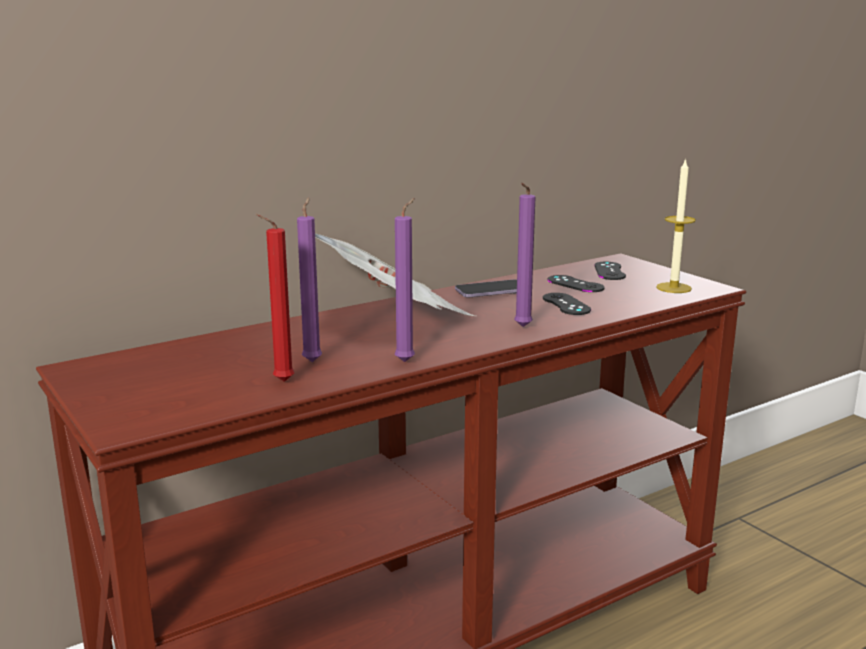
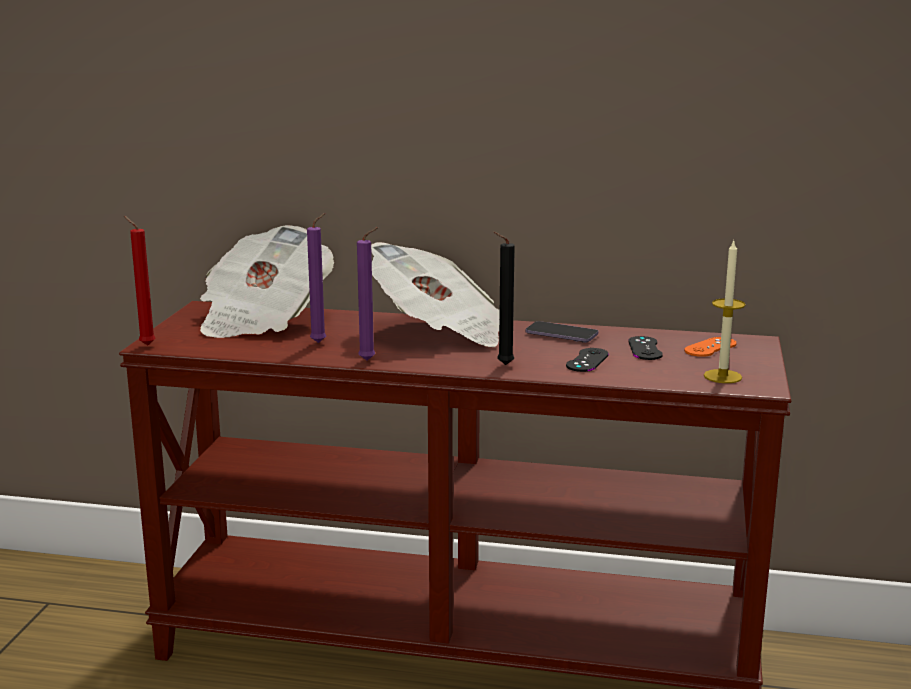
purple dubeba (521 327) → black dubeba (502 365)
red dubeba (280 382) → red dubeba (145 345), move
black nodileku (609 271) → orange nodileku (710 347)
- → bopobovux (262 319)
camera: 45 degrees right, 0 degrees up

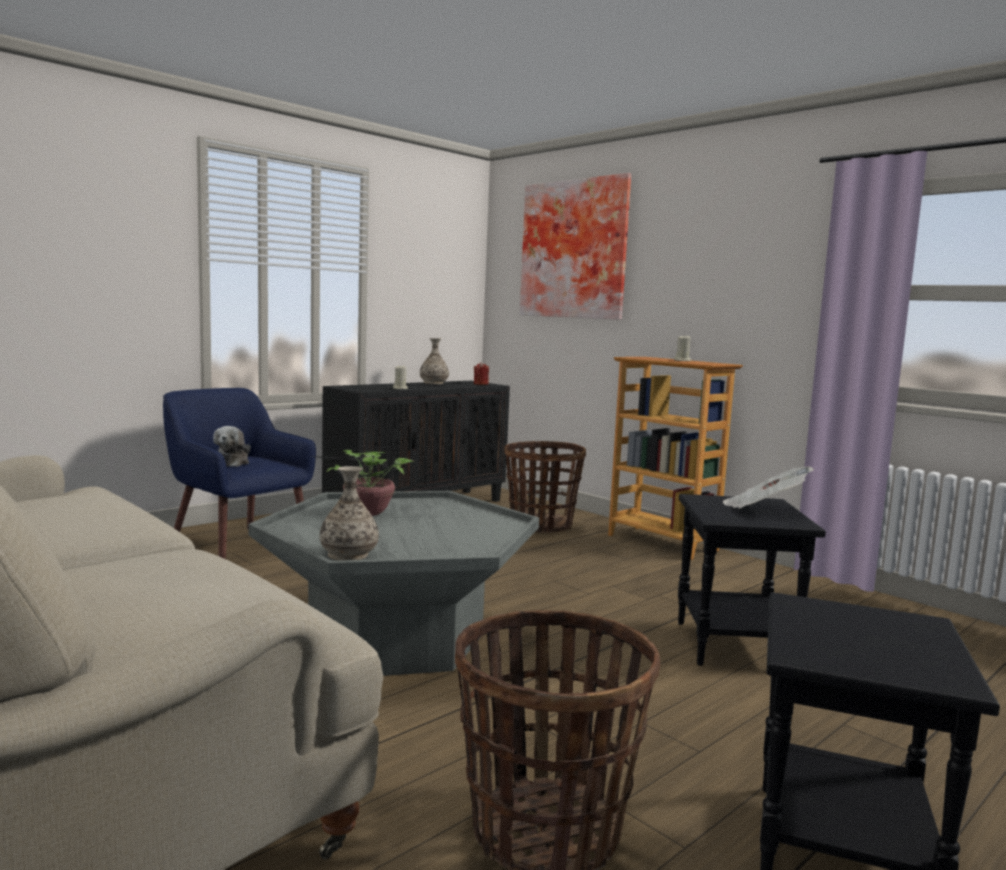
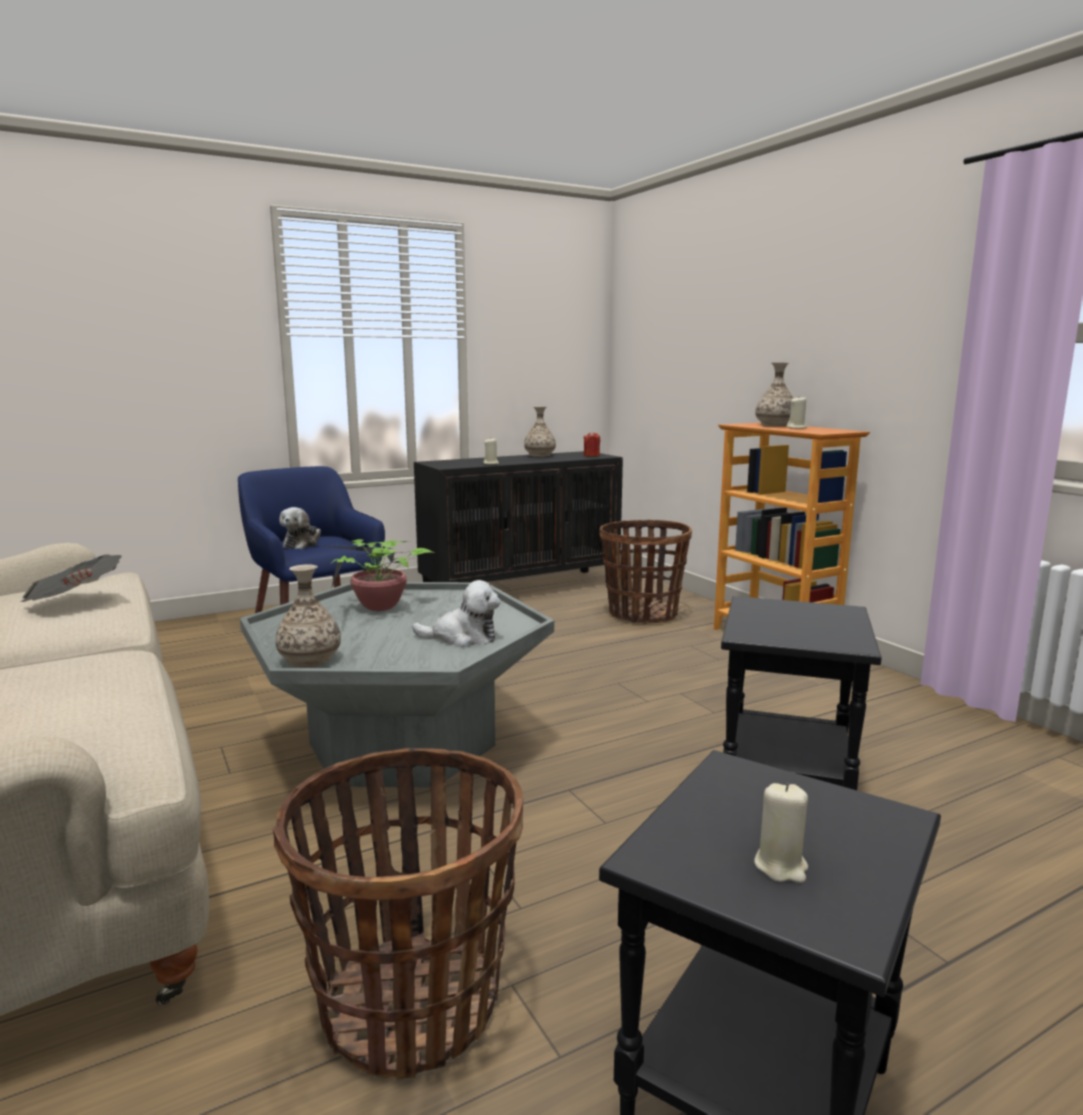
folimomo (576 250) → -
bopobovux (763 509) → bopobovux (75 602), move
- → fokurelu (775 425)
- → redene (463 638)
- → beige dubeba (781 866)
camera: 15 degrees right, 5 degrees up

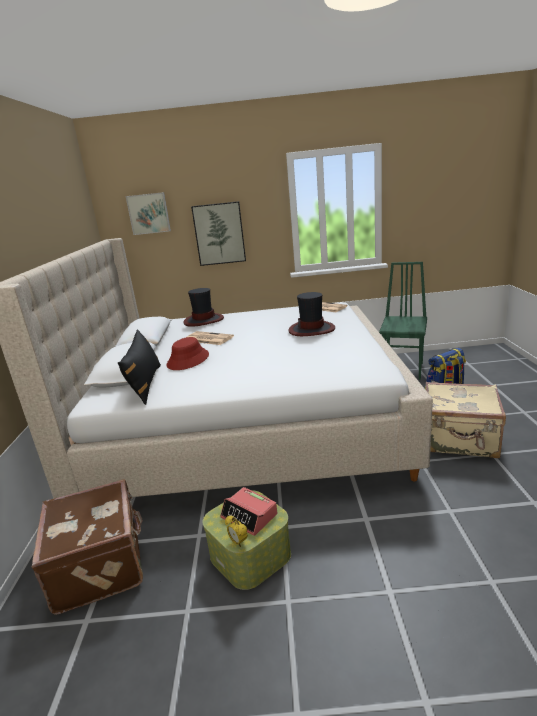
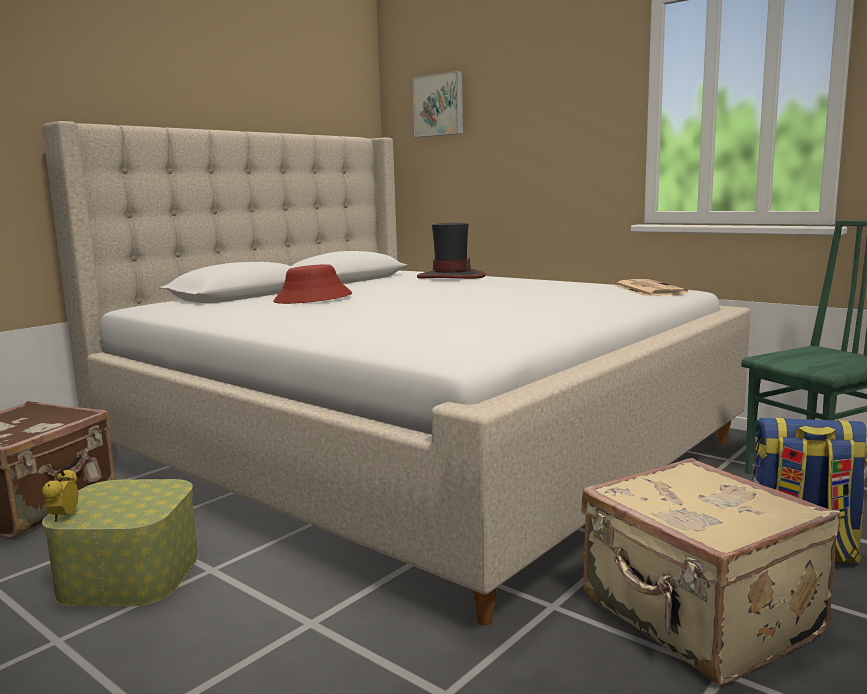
folimomo (219 234) → -
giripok (312 329) → -
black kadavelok (145 384) → -
bopobovux (208 339) → -
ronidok (249 516) → -
camera: 40 degrees right, 10 degrees down

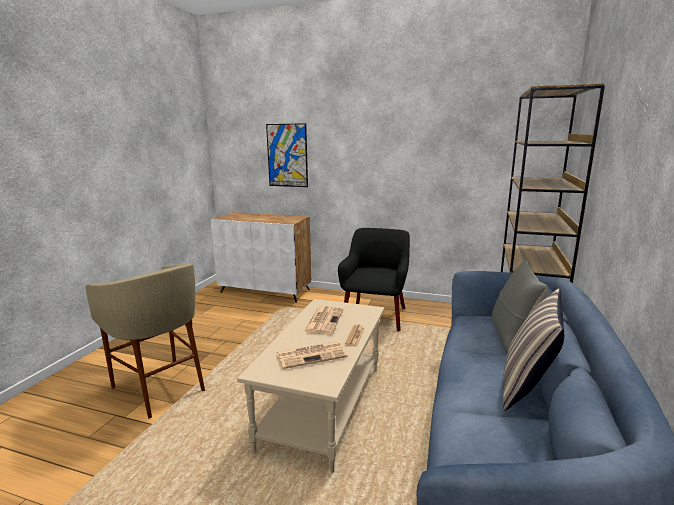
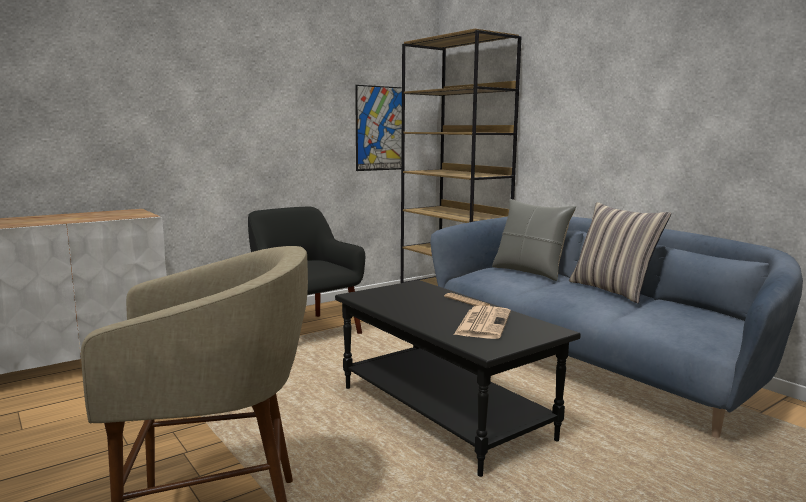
folimomo (287 155) → folimomo (379 128), move
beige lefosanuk (324 407) → black lefosanuk (445 413)
bopobovux (324 320) → -
camera: 55 degrees left, 5 degrees down

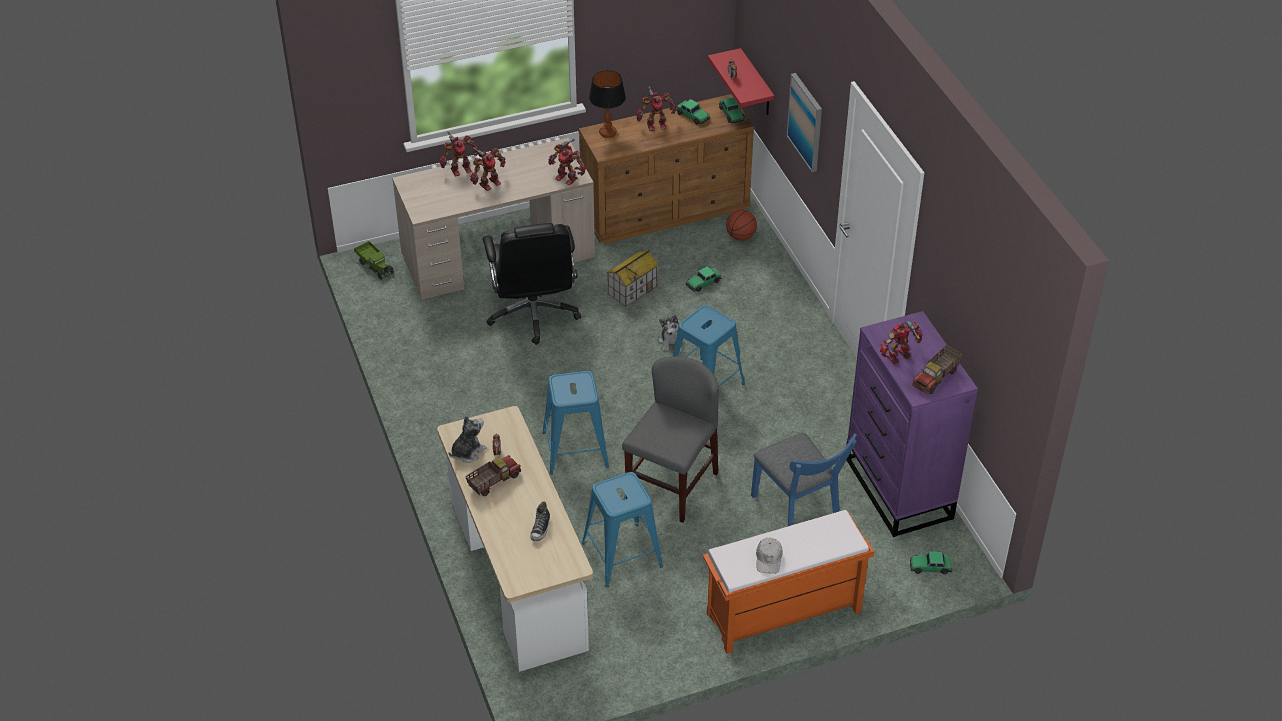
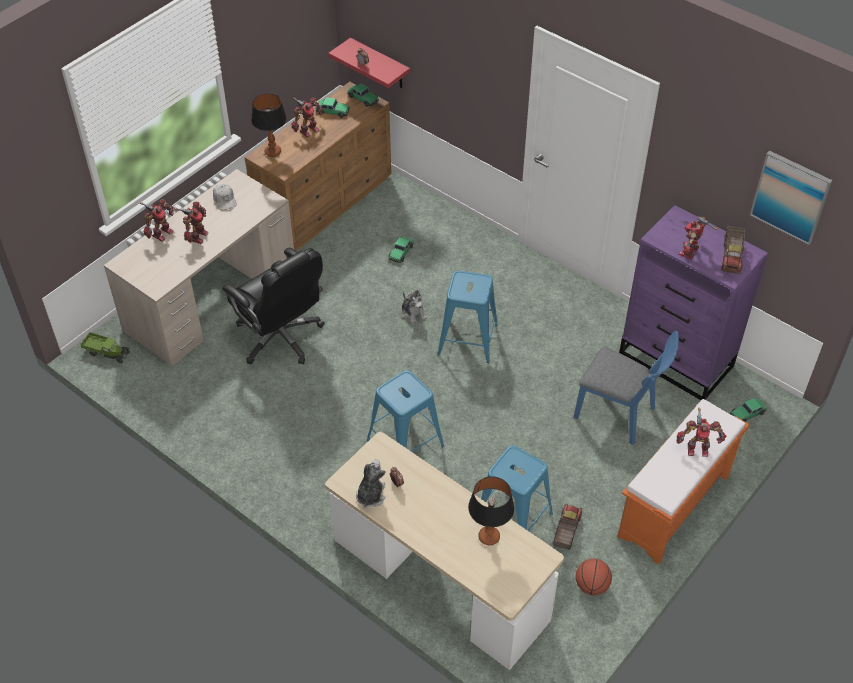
folimomo (806 122) → folimomo (790 196), move
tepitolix (567 177) → tepitolix (697 448), move
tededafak (740 236) → tededafak (591 585), move
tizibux (632 289) → -
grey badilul (672 486) → -
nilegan (493 481) → nilegan (566 532), move
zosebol (540 528) → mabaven (489 537)
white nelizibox (769 559) → white nelizibox (225 200), move
camera: 30 degrees left, 5 degrees up

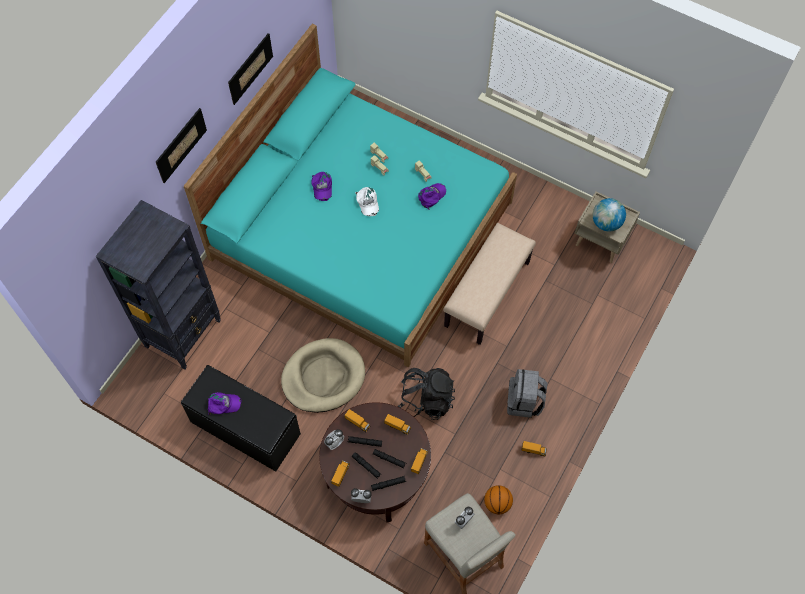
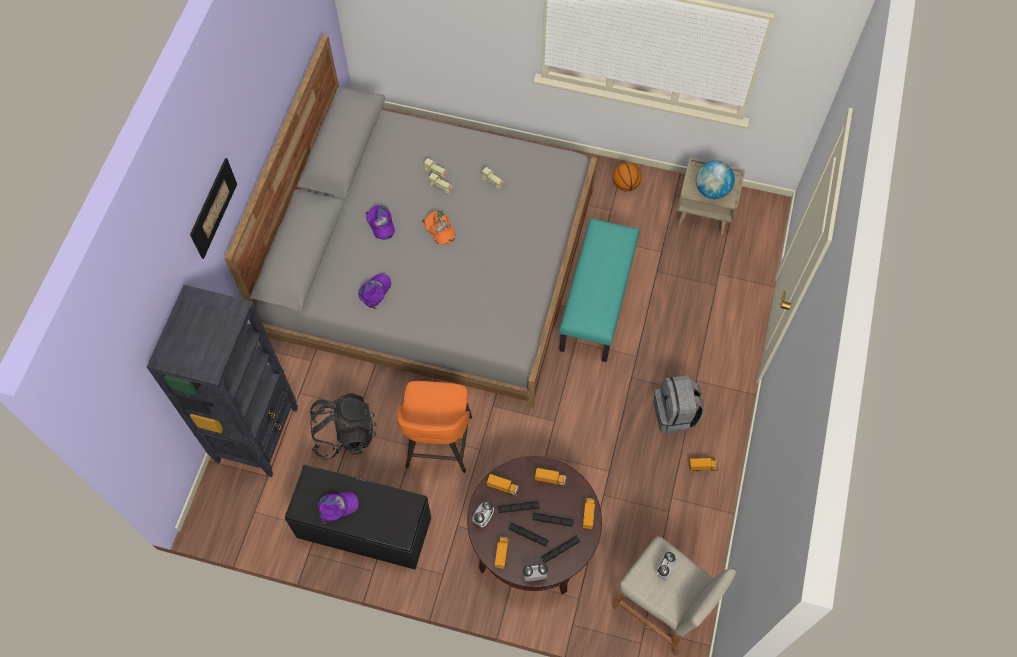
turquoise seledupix (361 229) → grey seledupix (432 263)
folimomo (250 68) → -
purple nelizibox (432 196) → purple nelizibox (375 291), move
white nelizibox (367 202) → orange nelizibox (439 229)
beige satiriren (486 293) → turquoise satiriren (596 302)
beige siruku (323 377) → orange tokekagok (438 444)
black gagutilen (426 400) → black gagutilen (344 433), move
tededafak (497 503) → tededafak (625 185), move
camera: 15 degrees left, 0 degrees up

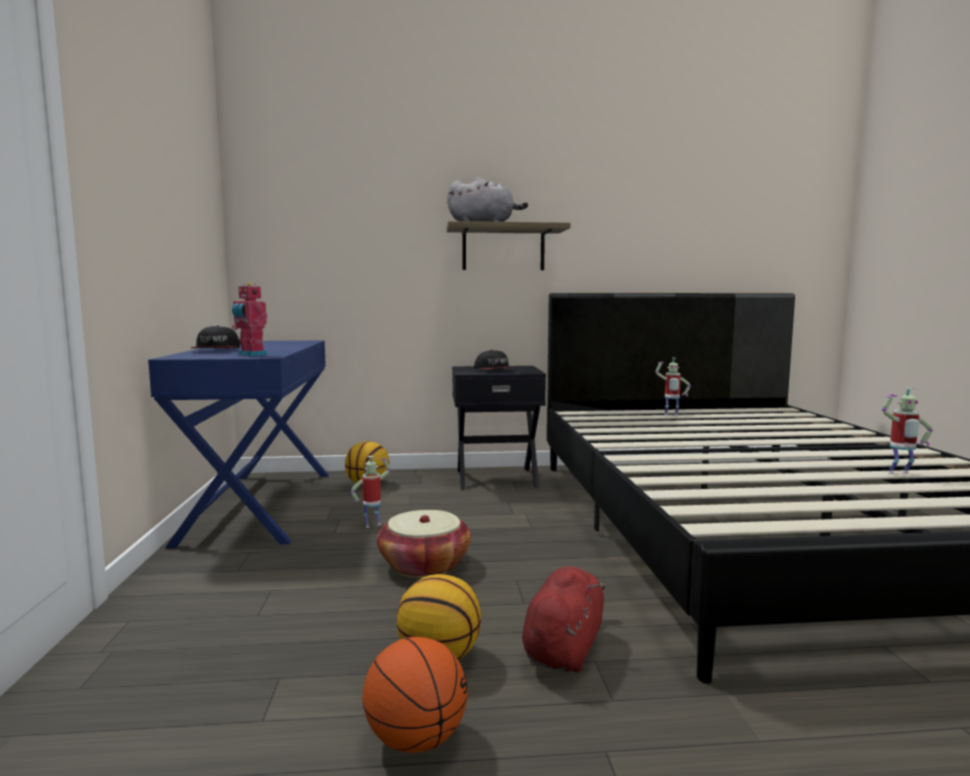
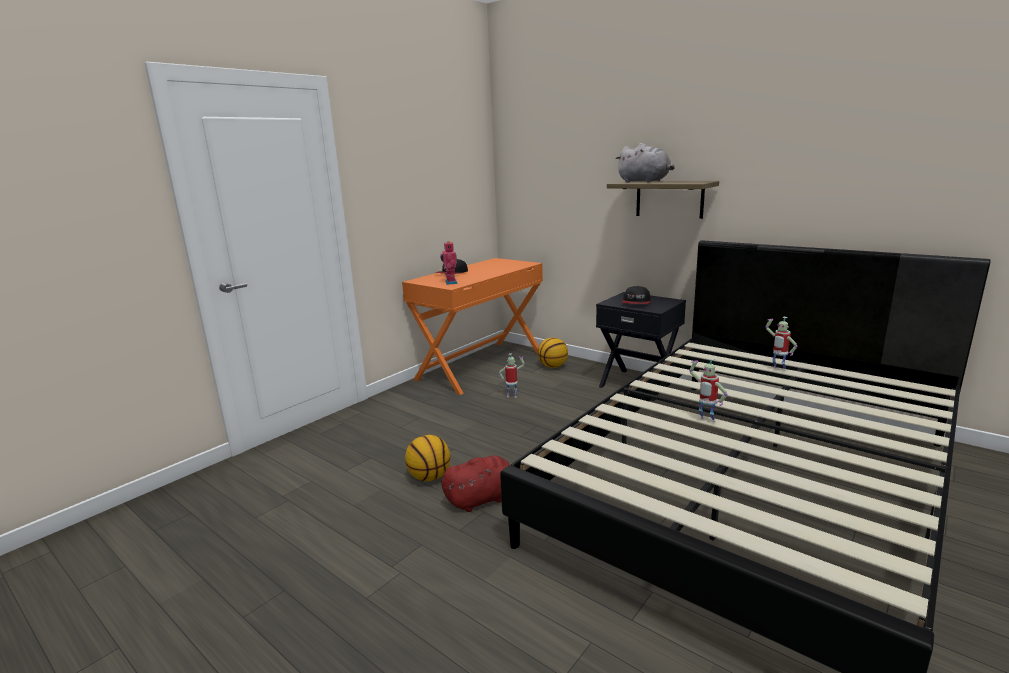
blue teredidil (259 505) → orange teredidil (480 366)
tepitolix (899 474) → tepitolix (705 420), move
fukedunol (424 565) → -
tededafak (415 739) → -
camera: 45 degrees right, 10 degrees up

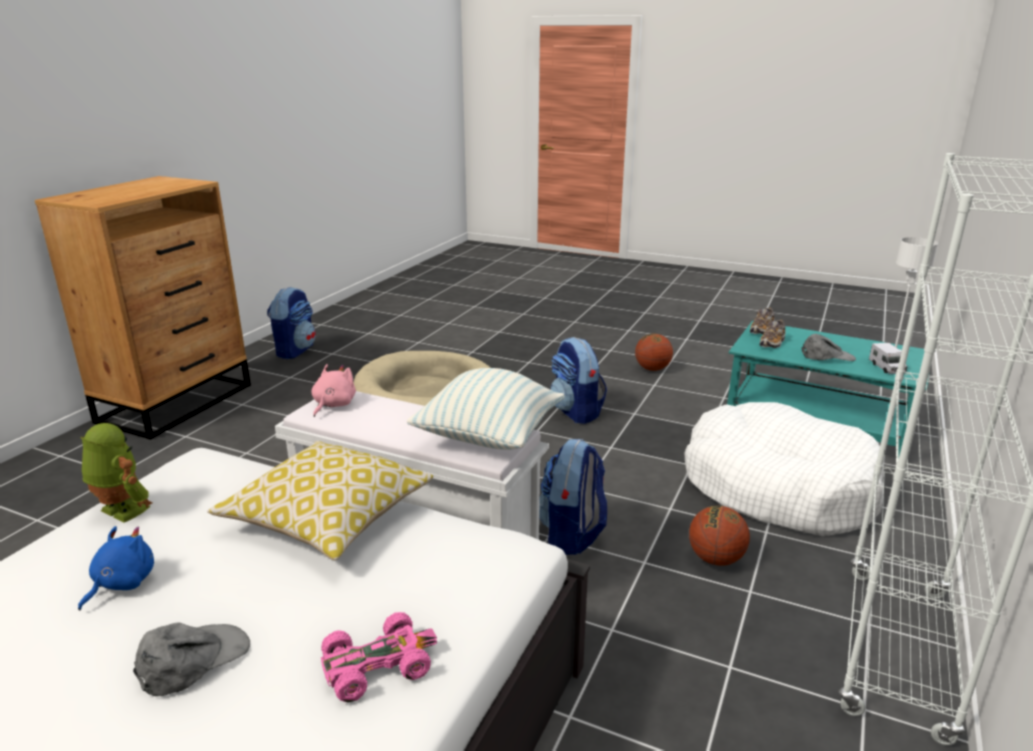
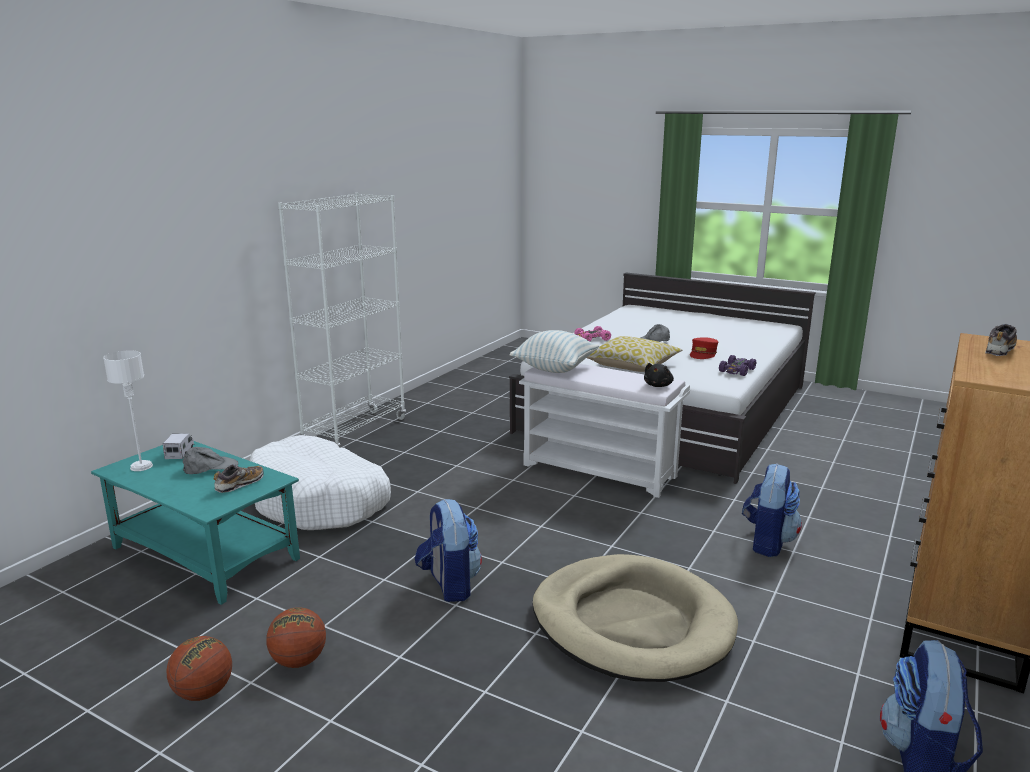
zosebol (762 330) → zosebol (999 350), move
grey nelizibox (827 356) → grey nelizibox (210 467), 150 degrees clockwise
pink redene (333 405) → black redene (658 385)
tepitolix (121 511) → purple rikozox (737 371)
gagutilen (572 535) → gagutilen (767 542), move
tededafak (715 559) → tededafak (203 692), move
blue redene (121 583) → red nelizibox (703 354)
camera: 175 degrees left, 5 degrees down

